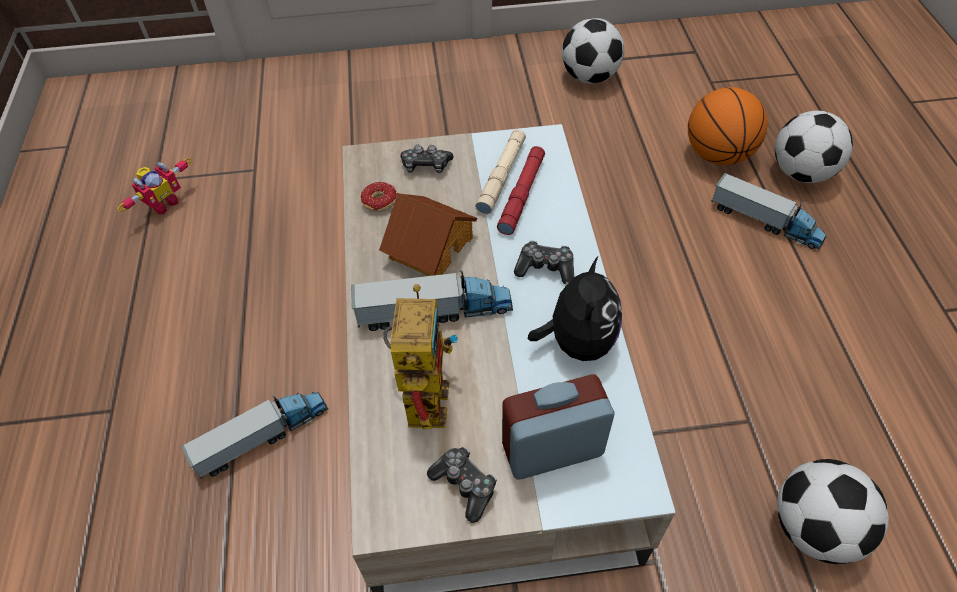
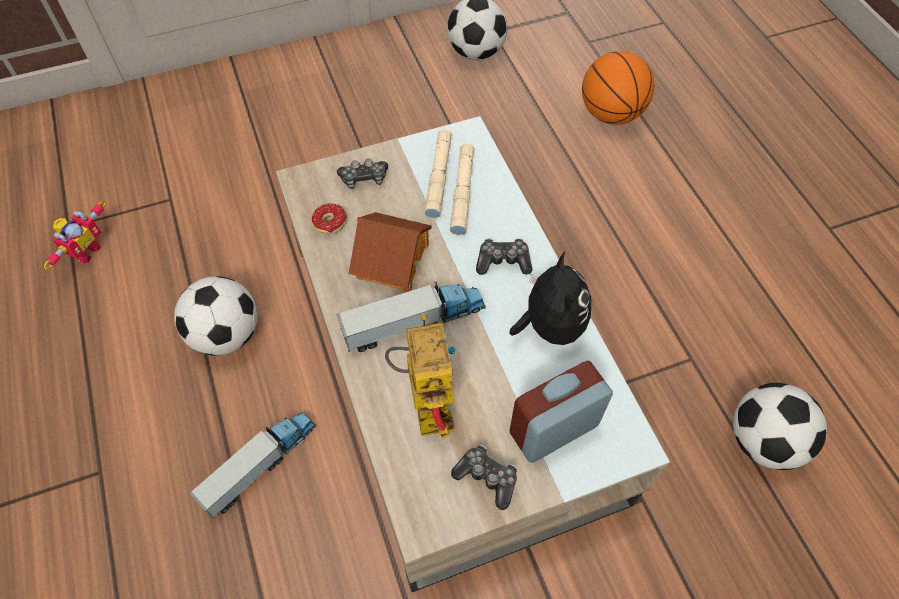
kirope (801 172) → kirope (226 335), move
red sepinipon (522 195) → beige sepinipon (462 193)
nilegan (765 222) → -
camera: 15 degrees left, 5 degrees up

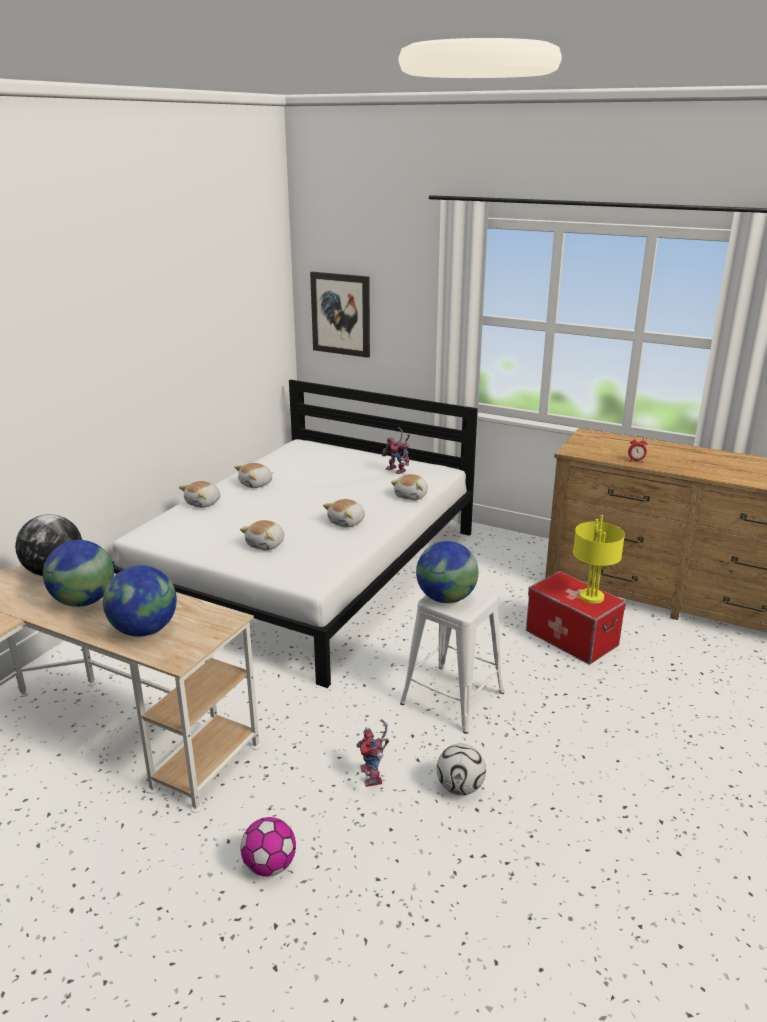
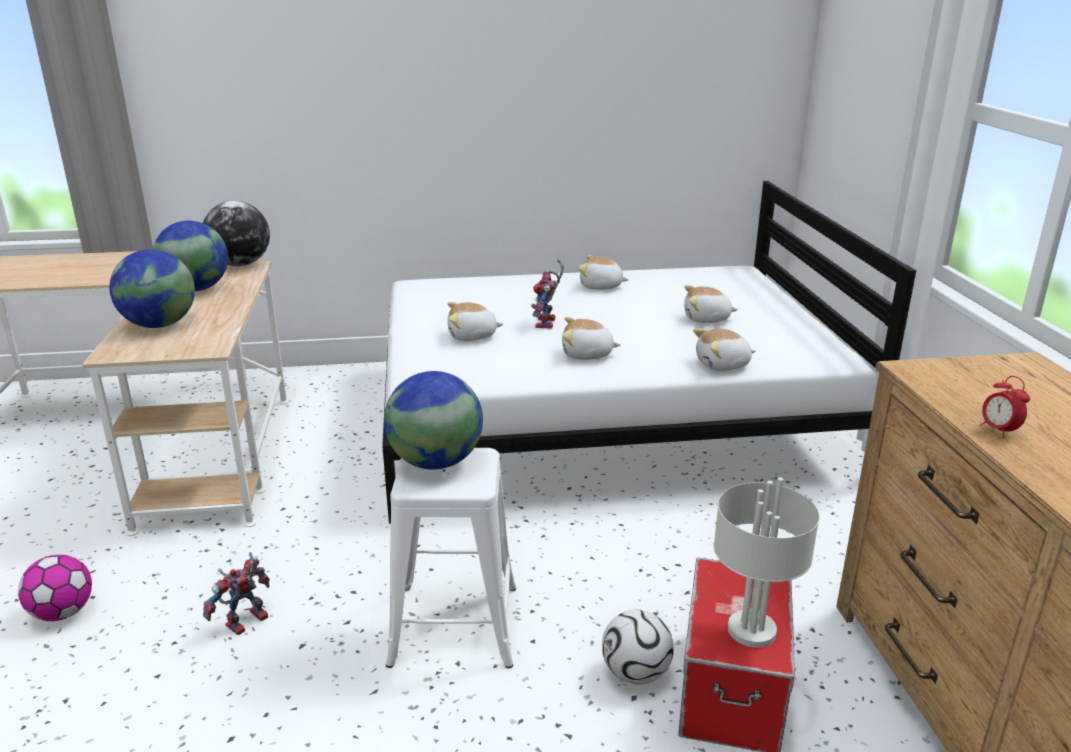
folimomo (341 314) → -
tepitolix (398 470) → tepitolix (547 324), move
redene (204 503) → redene (707 319), move
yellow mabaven (592 597) → grey mabaven (751 631)
kirope (460 787) → kirope (636 673), move
camera: 55 degrees right, 0 degrees up

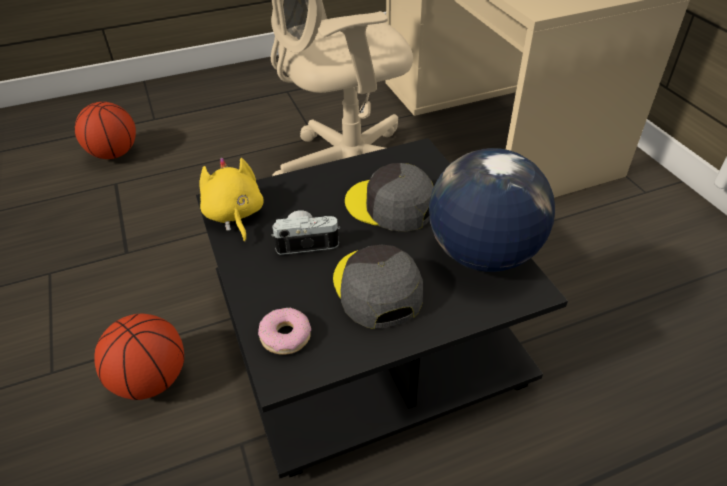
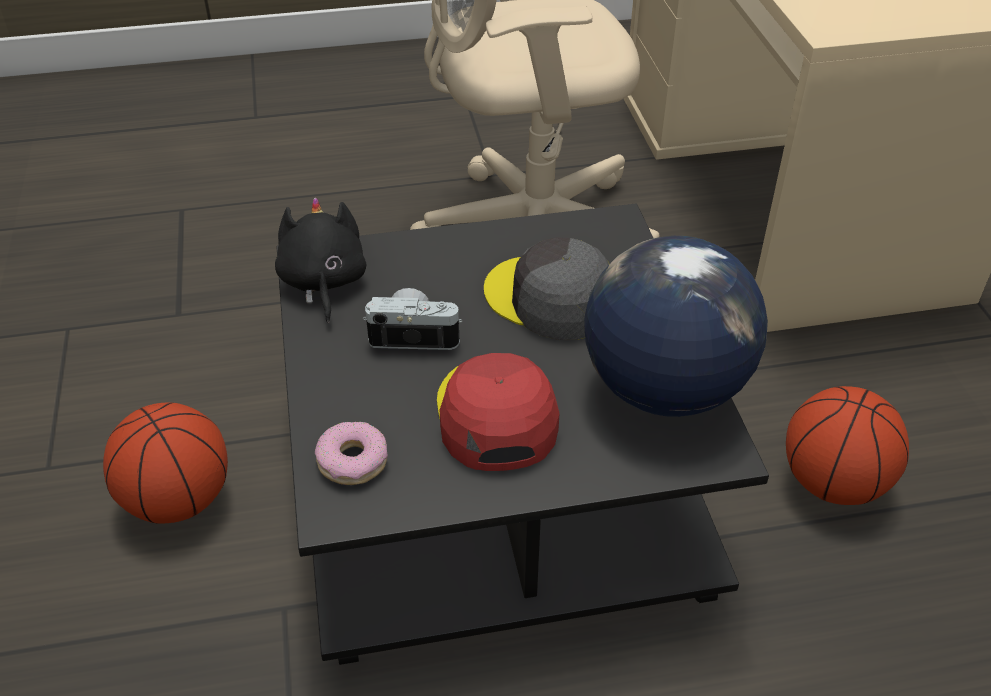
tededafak (114 154) → tededafak (833 483), move
yellow redene (234 215) → black redene (323 282)
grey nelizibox (376 288) → red nelizibox (495 415)
camera: 10 degrees right, 0 degrees up

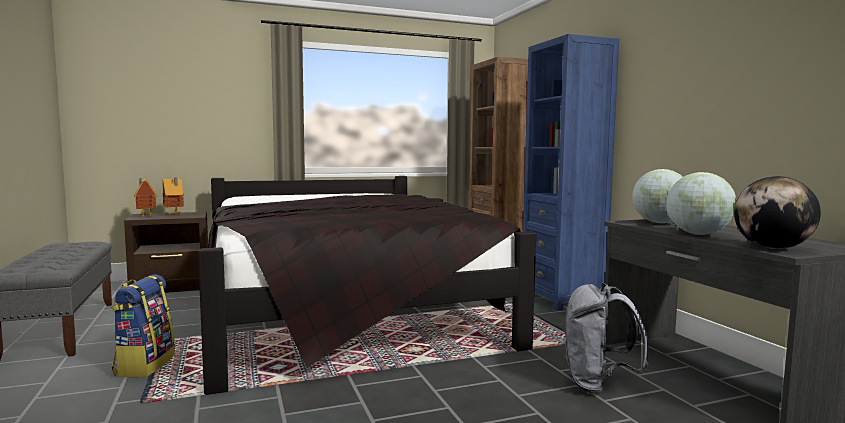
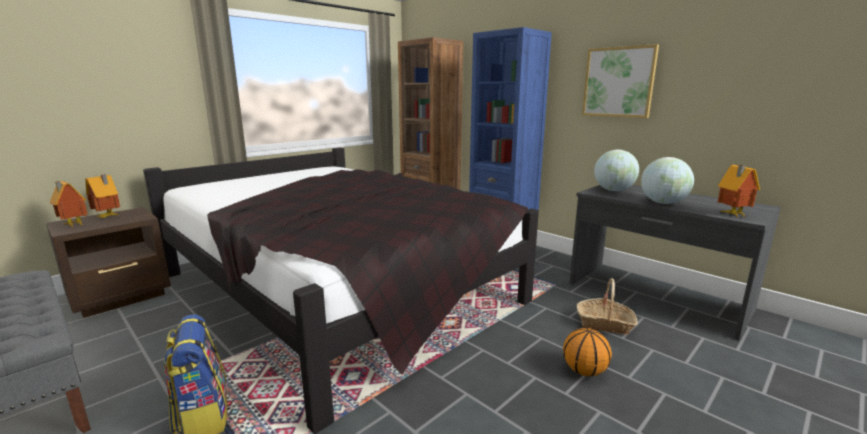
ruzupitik (772 248) → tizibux (731 215)
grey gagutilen (598 384) → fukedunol (604 324)
- → folimomo (618 82)
- → tededafak (584 370)
camera: 25 degrees left, 10 degrees up

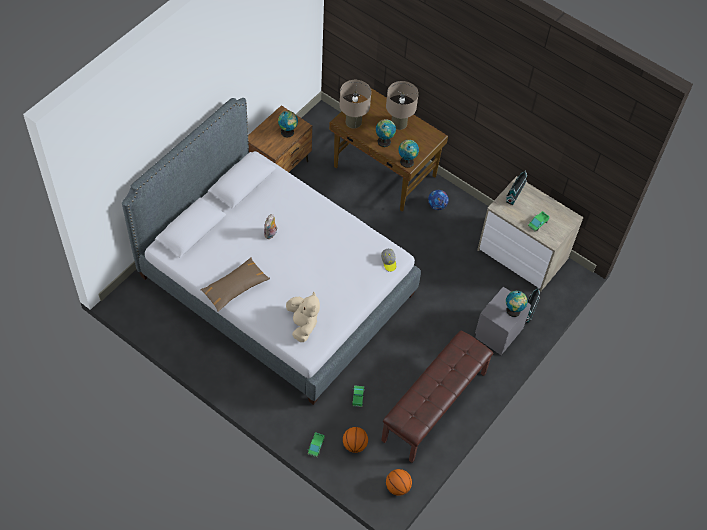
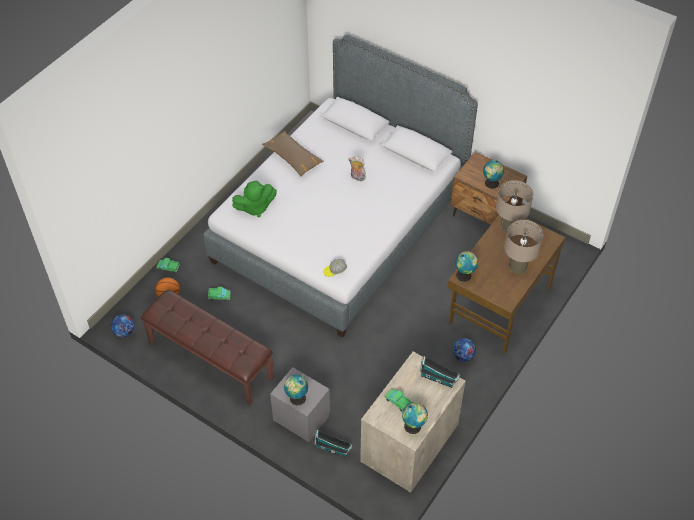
ruzupitik (384 141) → ruzupitik (414 426), move
beige redene (303 324) → green redene (255 208)
tededafak (397 487) → kirope (124 332)
camera: 90 degrees right, 5 degrees down

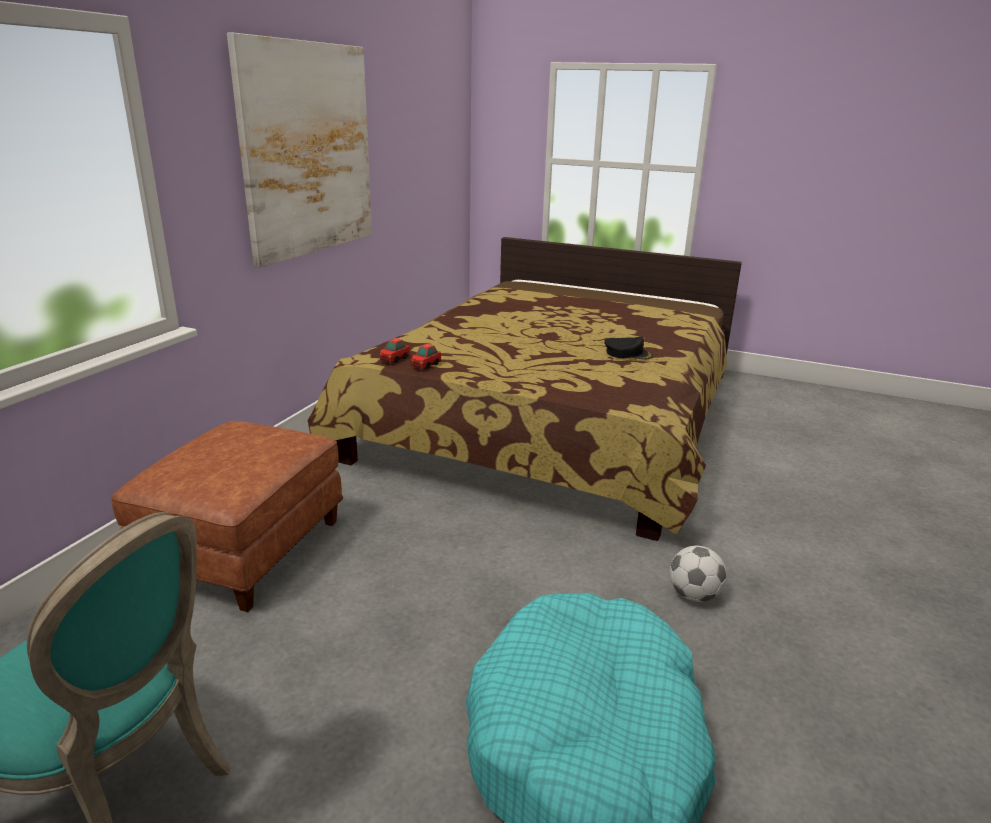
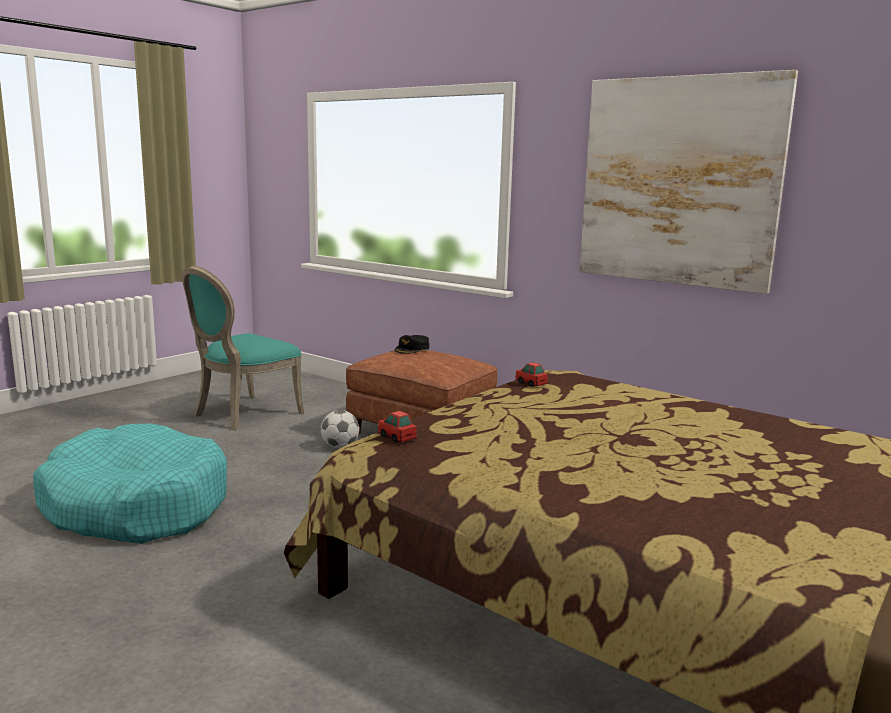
black nelizibox (628 353) → black nelizibox (412 349), move
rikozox (394 359) → rikozox (396 437), move
kirope (694 595) → kirope (340 447), move
camera: 105 degrees right, 10 degrees down

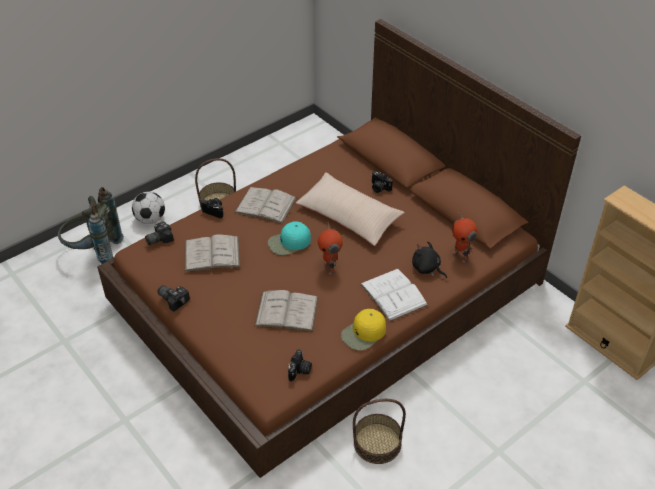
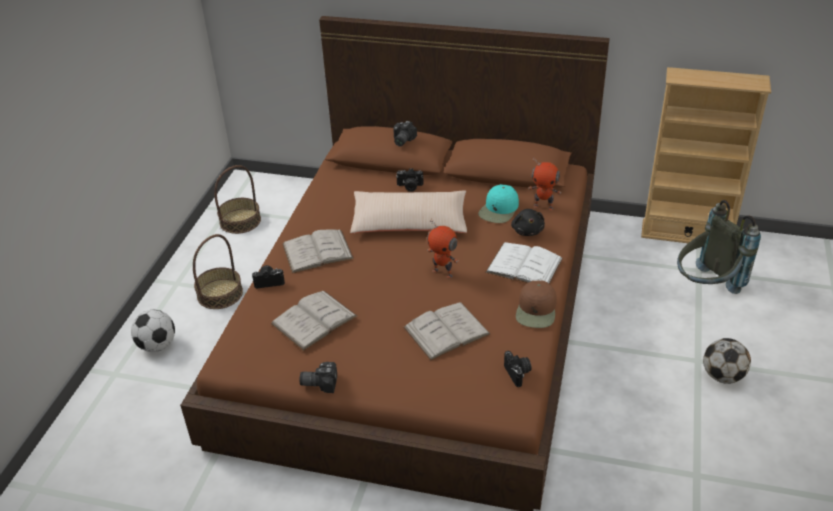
grey gagutilen (94 253) → grey gagutilen (705 288), move
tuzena (158 239) → tuzena (401 140), move
turquoise nelizibox (289 243) → turquoise nelizibox (499 210), move
black redene (427 268) → black redene (527 230), 105 degrees counterclockwise
yellow nelizibox (364 333) → brown nelizibox (536 310)
fukedunol (377 443) → fukedunol (240 221), move
- → kirope (722 376)
camera: 35 degrees left, 5 degrees down

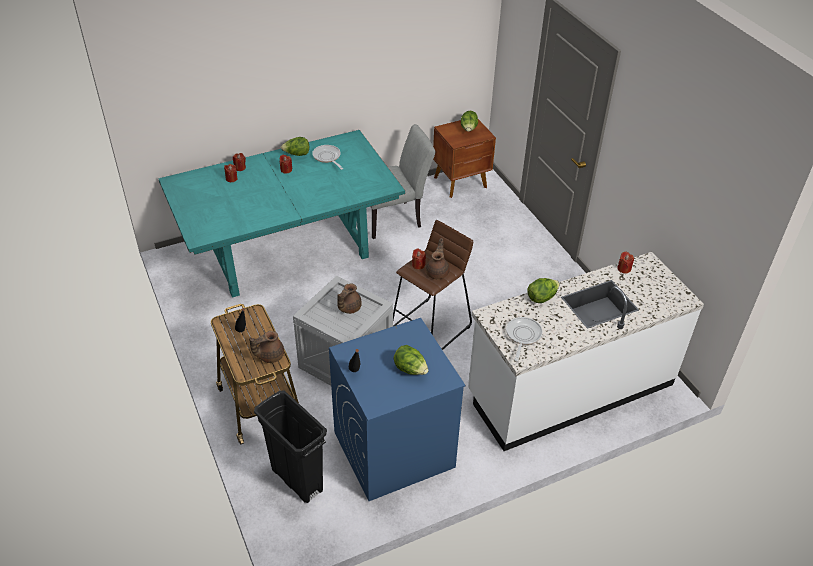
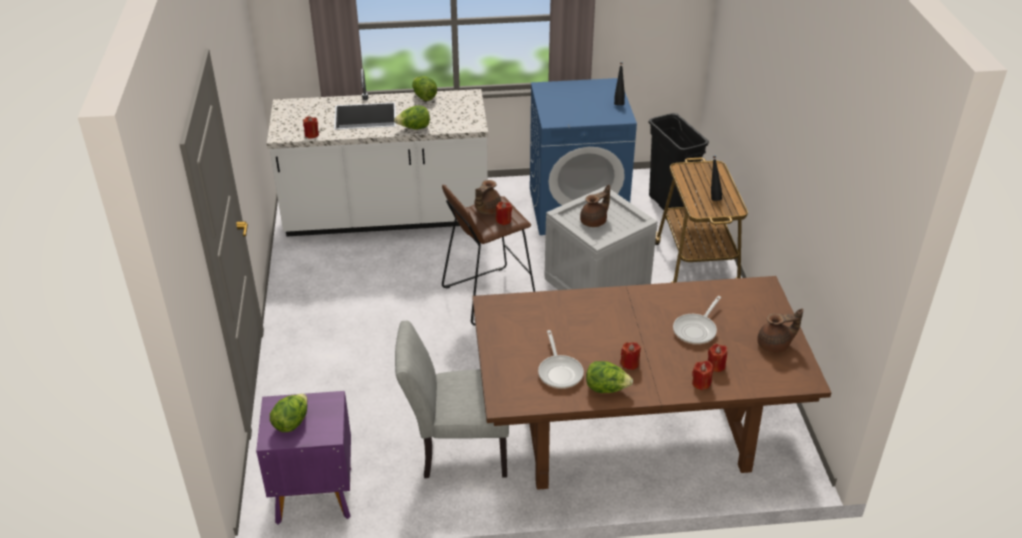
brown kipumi (461 182) → purple kipumi (313 494)
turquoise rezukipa (287 251) → brown rezukipa (634 432)
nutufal (522 336) → nutufal (696 330), move
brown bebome (269 355) → brown bebome (775 345), move
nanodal (410 369) → nanodal (424 97), move
camera: 160 degrees left, 5 degrees down

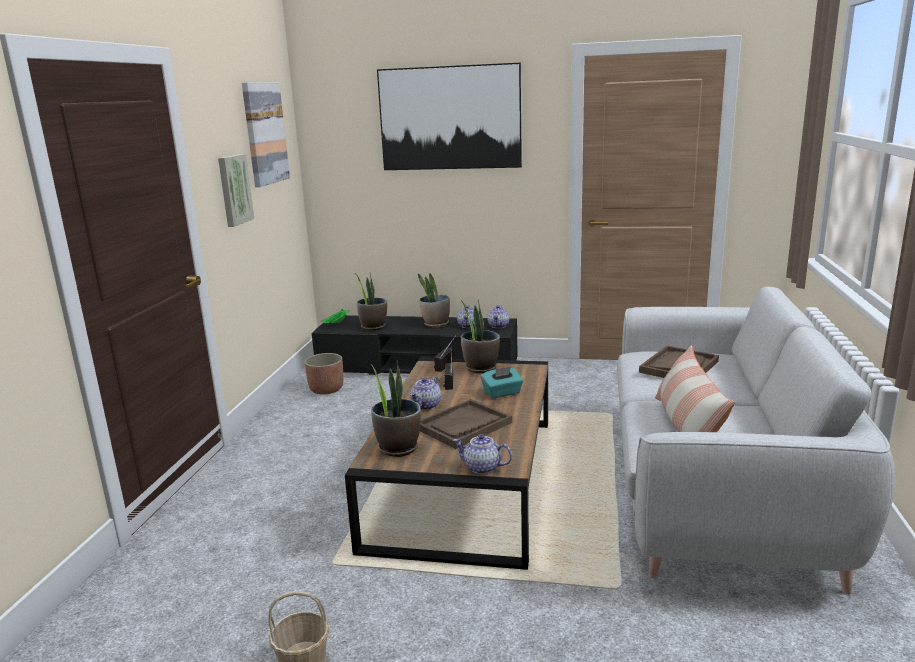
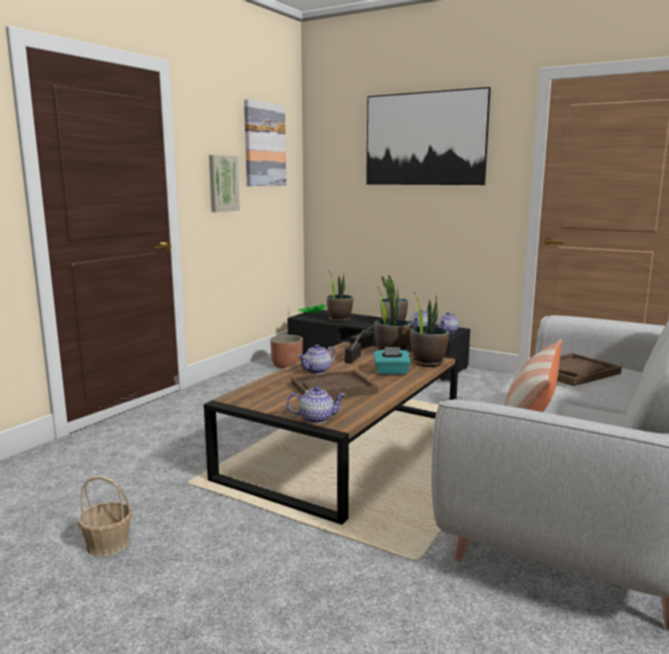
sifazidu (398 448) → sifazidu (428 363), move
bebome (482 468) → bebome (316 418), 135 degrees clockwise
camera: 20 degrees right, 5 degrees down

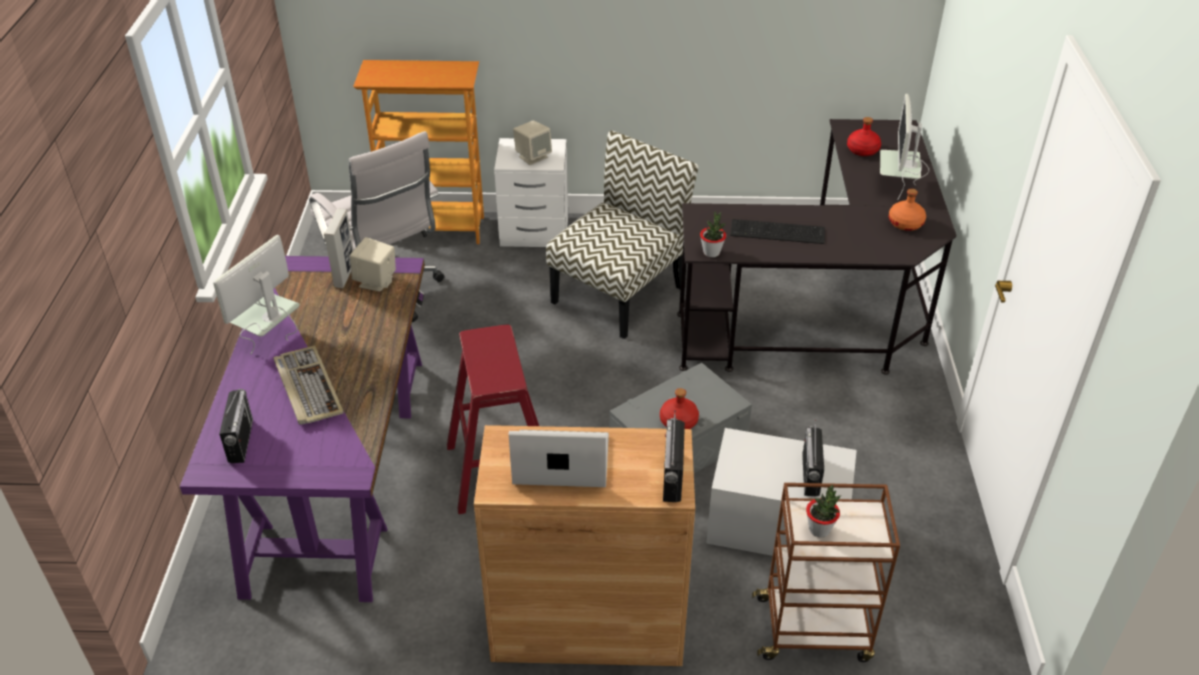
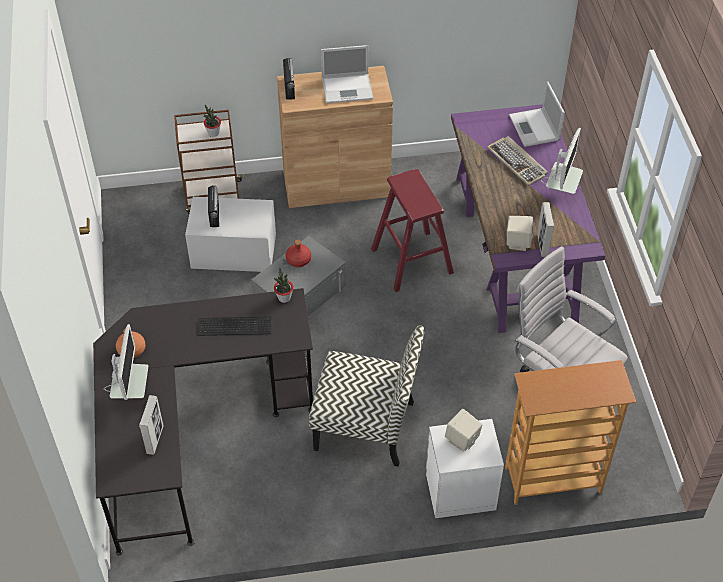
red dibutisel (863 150) → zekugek (155 439)
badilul (619 293) → badilul (366 426), 105 degrees counterclockwise
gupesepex (241 441) → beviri (534 128)
camera: 170 degrees right, 10 degrees up

